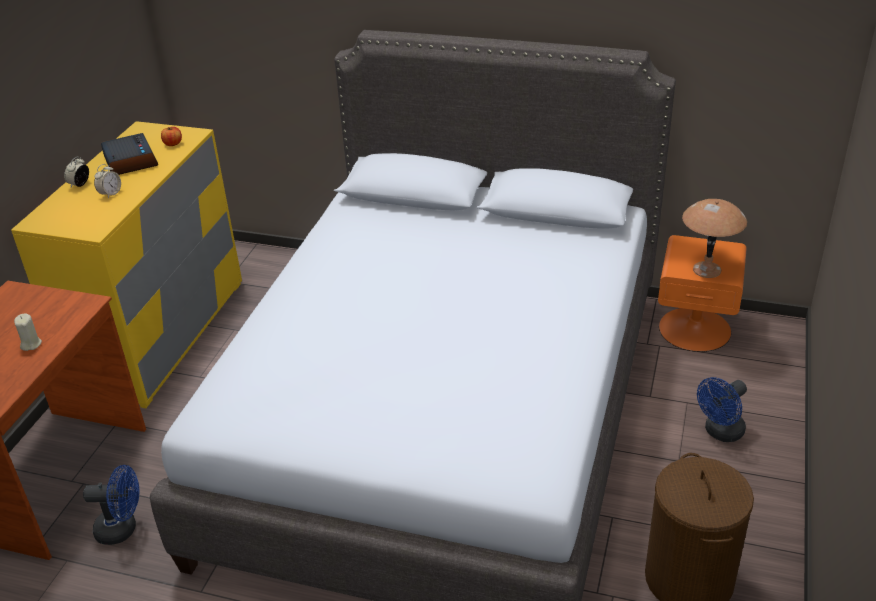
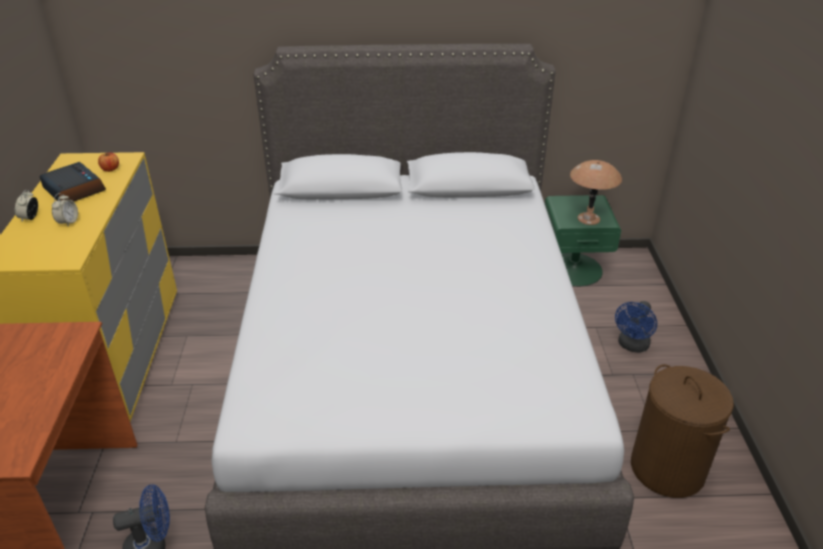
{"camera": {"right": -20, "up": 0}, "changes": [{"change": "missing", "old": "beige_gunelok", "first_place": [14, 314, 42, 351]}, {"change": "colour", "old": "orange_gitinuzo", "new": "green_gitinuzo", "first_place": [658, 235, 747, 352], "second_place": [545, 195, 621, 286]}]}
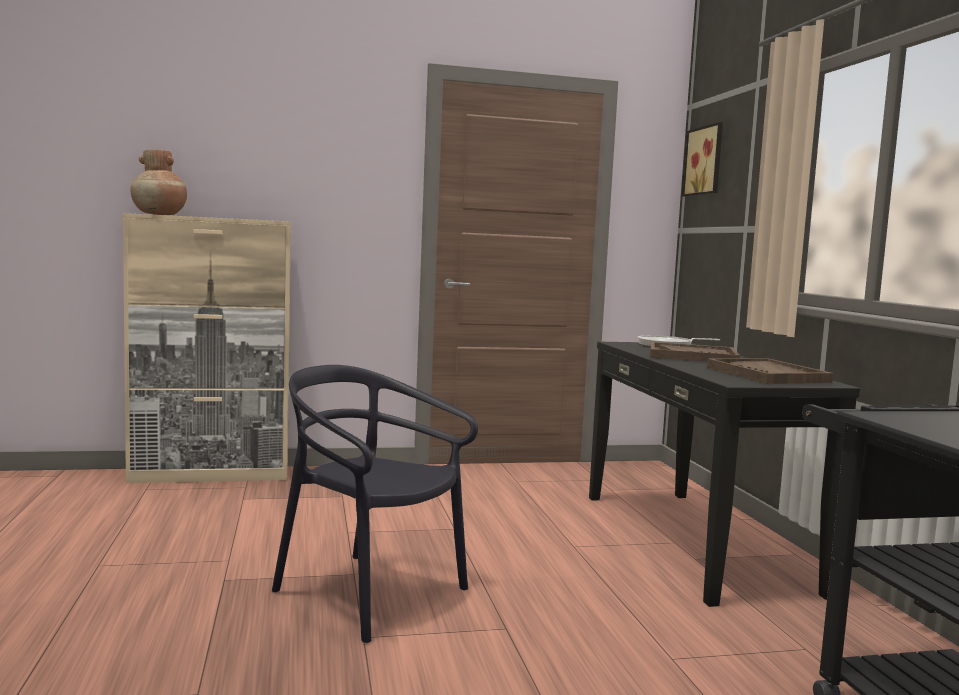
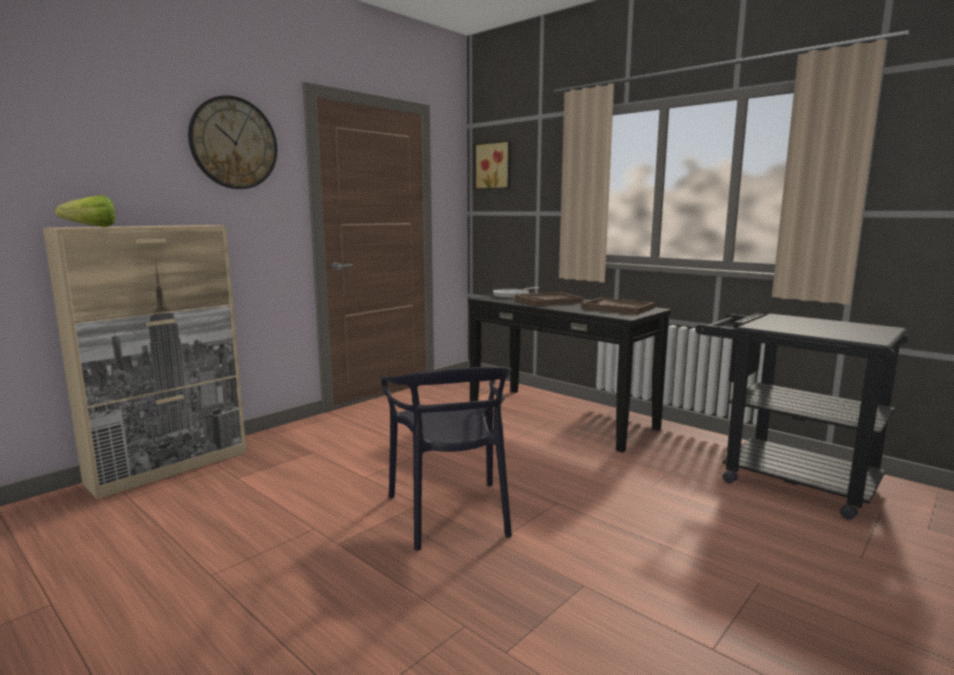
{"camera": {"right": -35, "up": 5}, "changes": [{"change": "appeared", "new": "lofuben", "second_place": [188, 95, 277, 189]}, {"change": "exchanged", "old": "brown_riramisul", "new": "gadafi", "first_place": [130, 149, 187, 215], "second_place": [55, 196, 115, 227]}, {"change": "spun", "old": "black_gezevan", "first_place": [272, 365, 478, 643], "second_place": [381, 367, 512, 551], "degrees": -105}]}
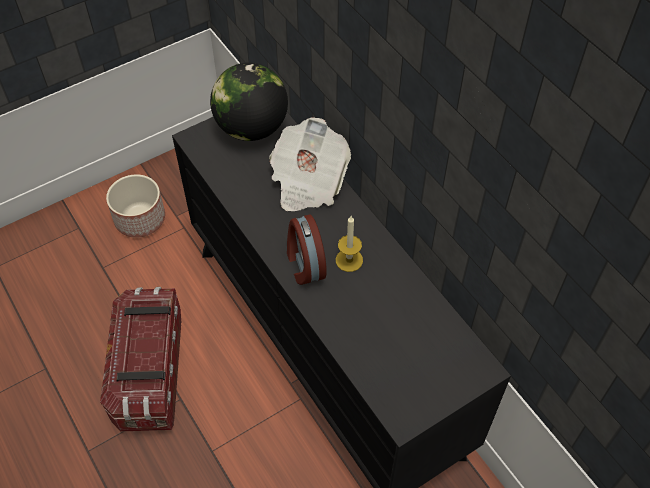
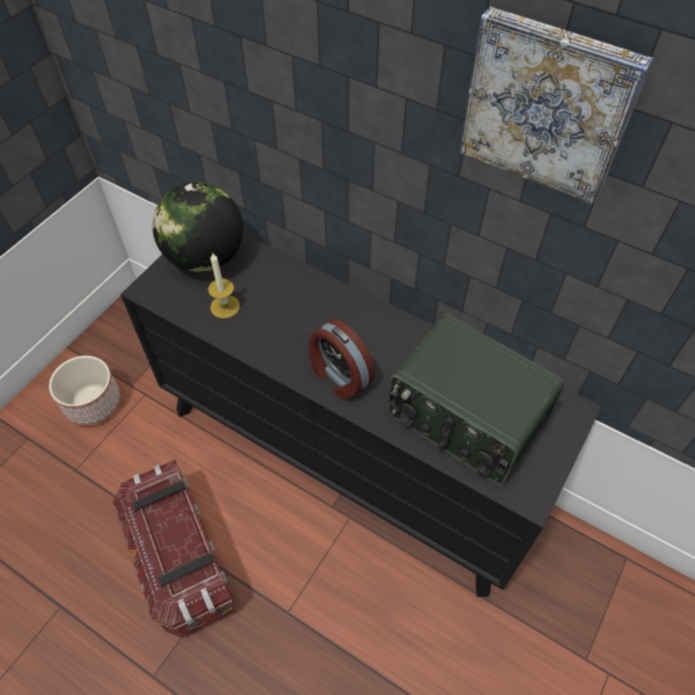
{"camera": {"right": -25, "up": 0}, "changes": [{"change": "missing", "old": "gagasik", "first_place": [269, 117, 351, 211]}, {"change": "appeared", "new": "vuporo", "second_place": [388, 314, 564, 485]}, {"change": "appeared", "new": "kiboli", "second_place": [459, 6, 653, 205]}, {"change": "relocated", "old": "gunelok", "first_place": [336, 216, 363, 272], "second_place": [208, 252, 240, 319]}]}
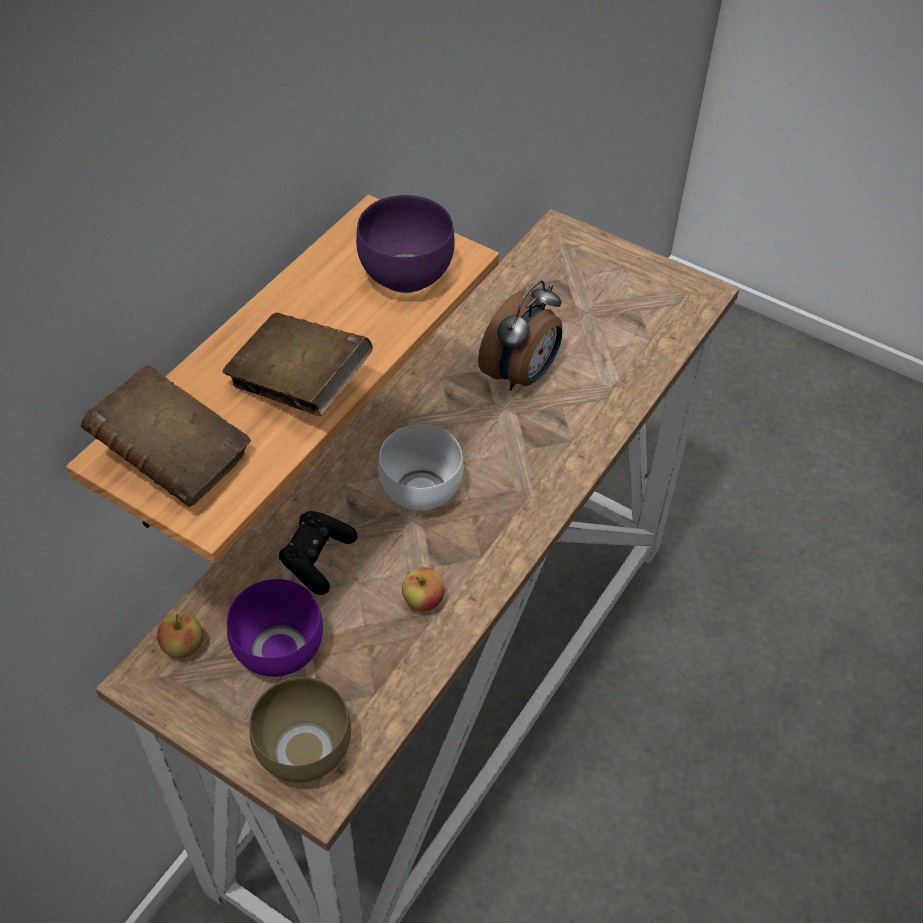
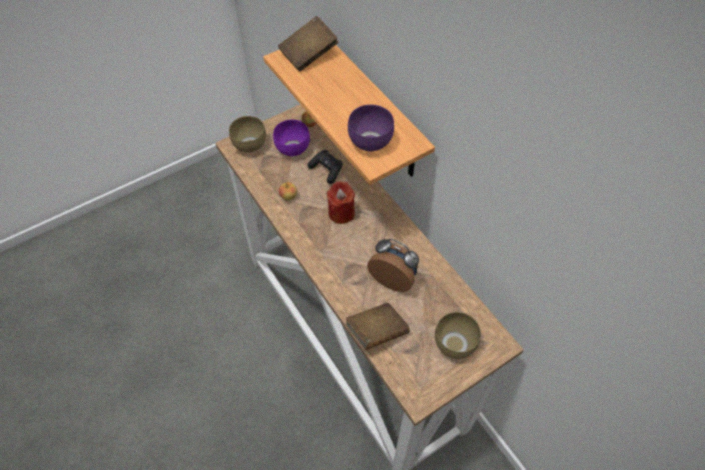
{"camera": {"right": 115, "up": 5}, "changes": [{"change": "appeared", "new": "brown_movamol", "second_place": [435, 312, 481, 359]}, {"change": "relocated", "old": "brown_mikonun", "first_place": [222, 312, 373, 416], "second_place": [345, 303, 410, 350]}, {"change": "exchanged", "old": "white_movamol", "new": "red_gunelok", "first_place": [378, 424, 464, 510], "second_place": [327, 181, 355, 224]}, {"change": "spun", "old": "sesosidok", "first_place": [478, 280, 562, 391], "second_place": [367, 239, 419, 292], "degrees": 150}]}
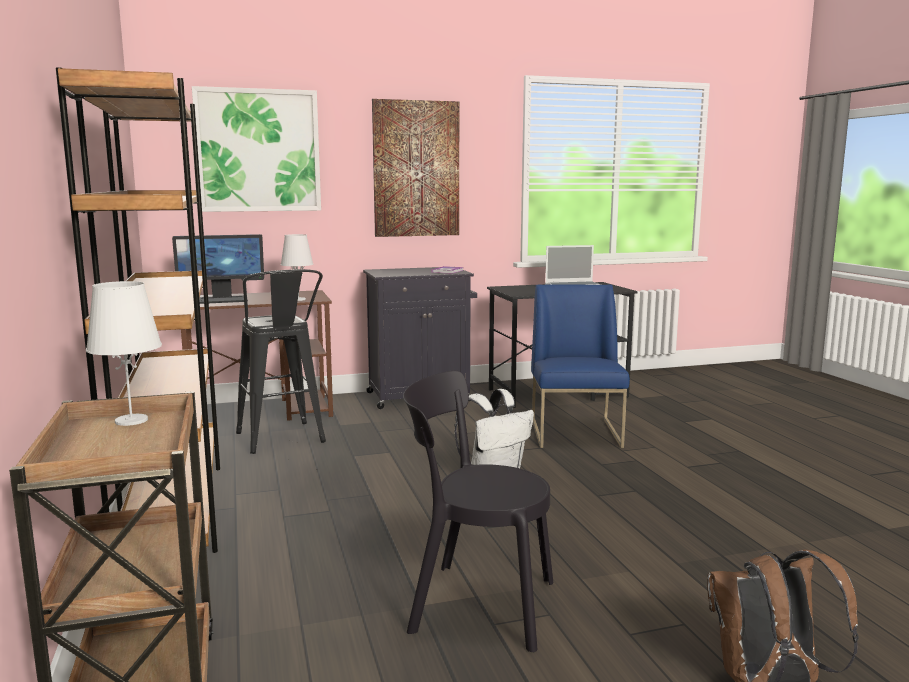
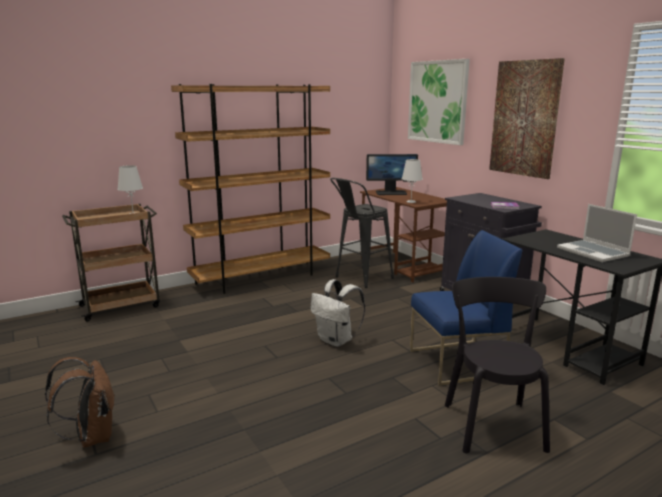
{"camera": {"right": 75, "up": 5}, "changes": [{"change": "relocated", "old": "black_gezevan", "first_place": [403, 371, 553, 652], "second_place": [445, 277, 550, 454]}, {"change": "spun", "old": "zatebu", "first_place": [172, 234, 264, 304], "second_place": [366, 154, 418, 195], "degrees": -60}]}
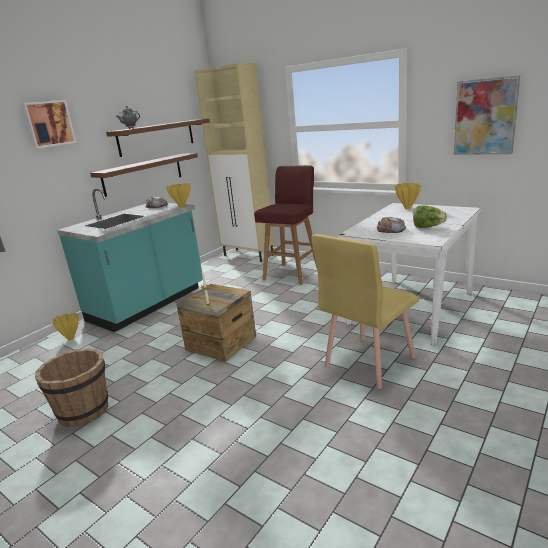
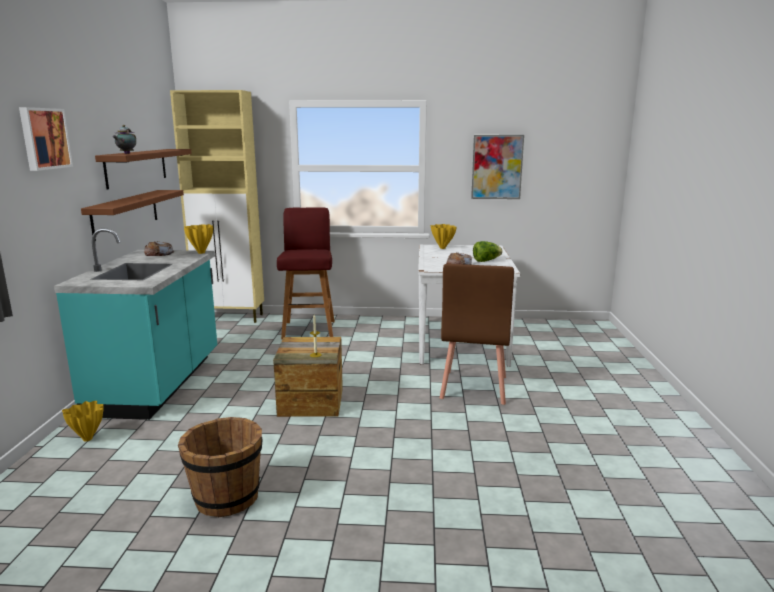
{"camera": {"right": -35, "up": -5}, "changes": [{"change": "colour", "old": "yellow_gezevan", "new": "brown_gezevan", "first_place": [312, 234, 419, 389], "second_place": [440, 264, 514, 405]}]}
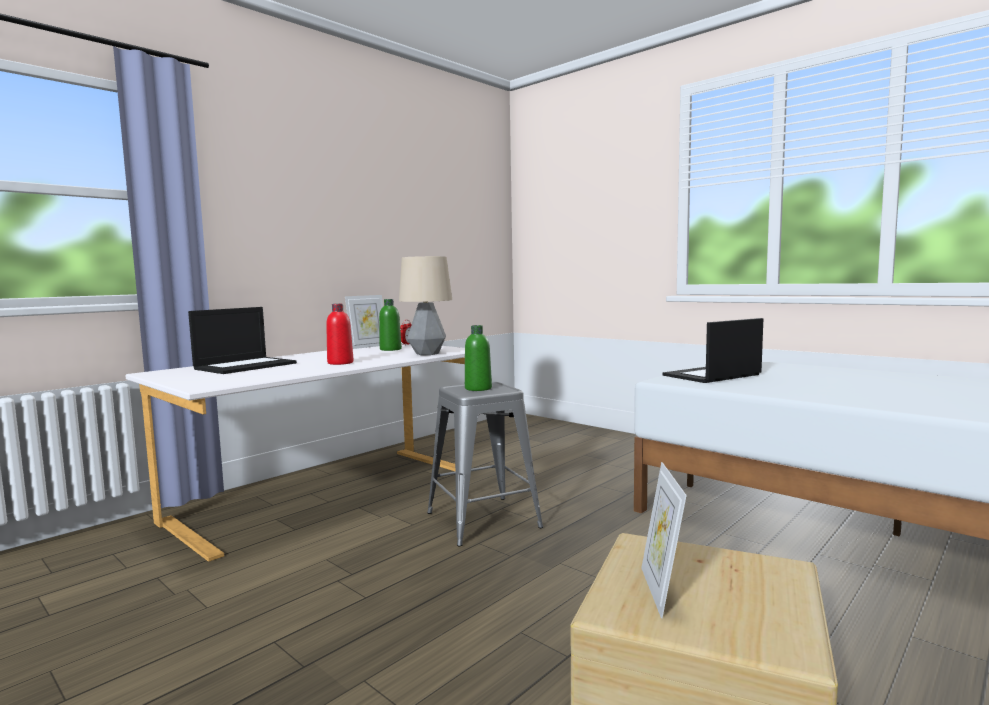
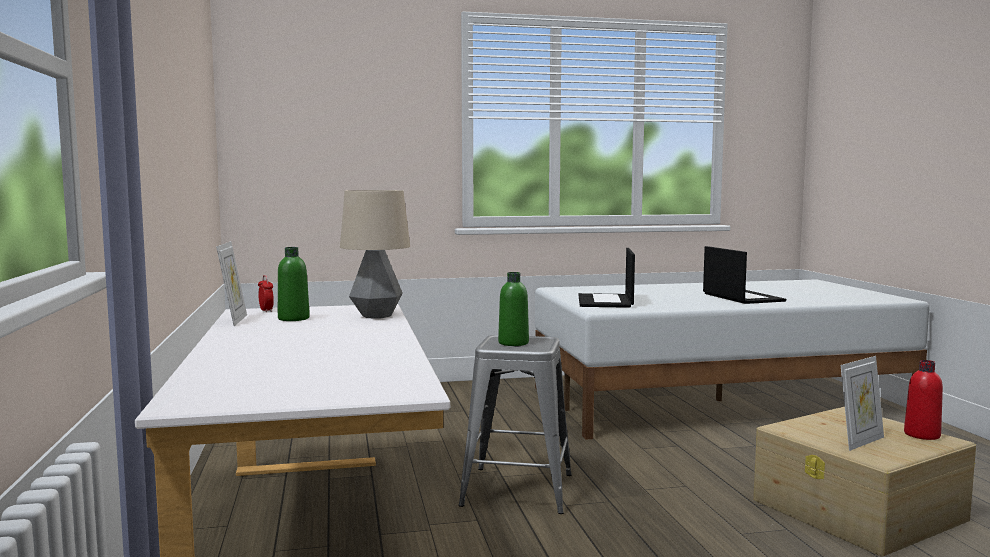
{"camera": {"right": -55, "up": 0}, "changes": [{"change": "relocated", "old": "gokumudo", "first_place": [188, 307, 297, 374], "second_place": [703, 246, 786, 304]}, {"change": "relocated", "old": "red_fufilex", "first_place": [326, 304, 353, 365], "second_place": [904, 360, 943, 440]}, {"change": "spun", "old": "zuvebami", "first_place": [641, 462, 687, 618], "second_place": [841, 356, 884, 451], "degrees": -75}]}
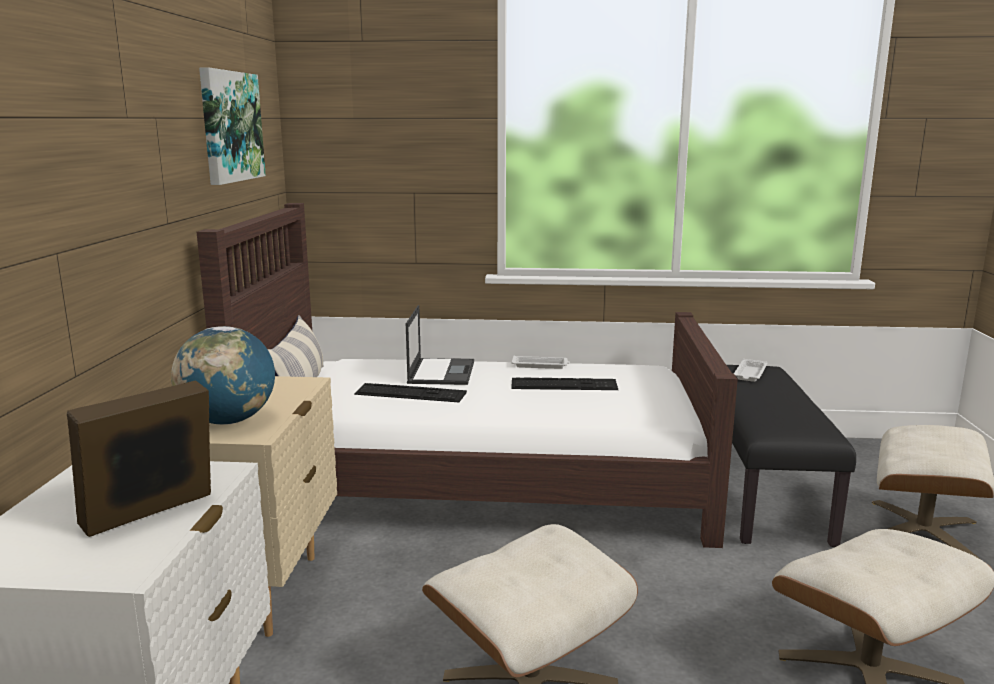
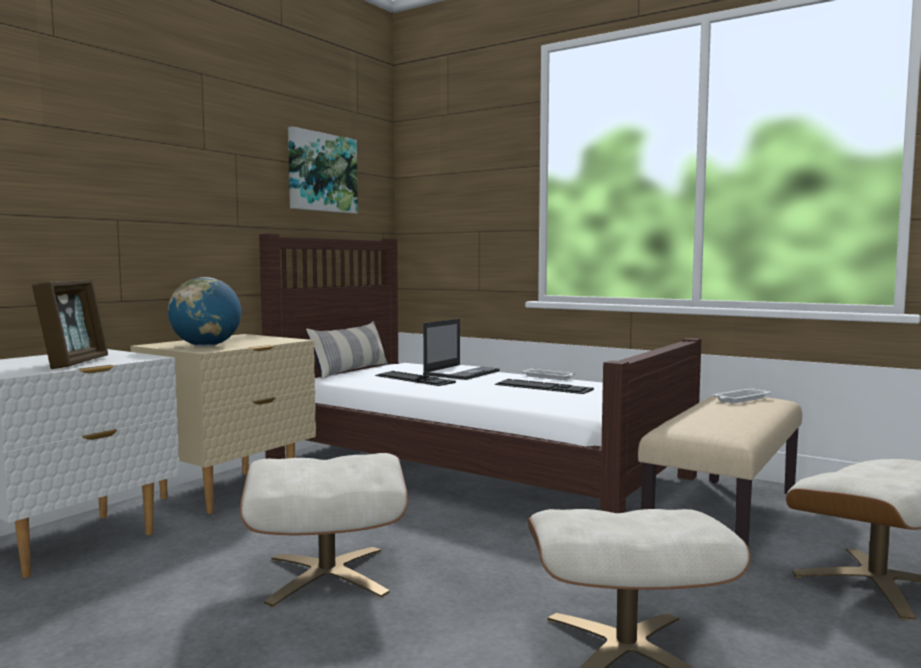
{"camera": {"right": 30, "up": -10}, "changes": [{"change": "colour", "old": "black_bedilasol", "new": "beige_bedilasol", "first_place": [727, 365, 856, 547], "second_place": [638, 396, 802, 548]}, {"change": "spun", "old": "zuvebami", "first_place": [67, 381, 211, 537], "second_place": [32, 279, 108, 369], "degrees": 105}]}
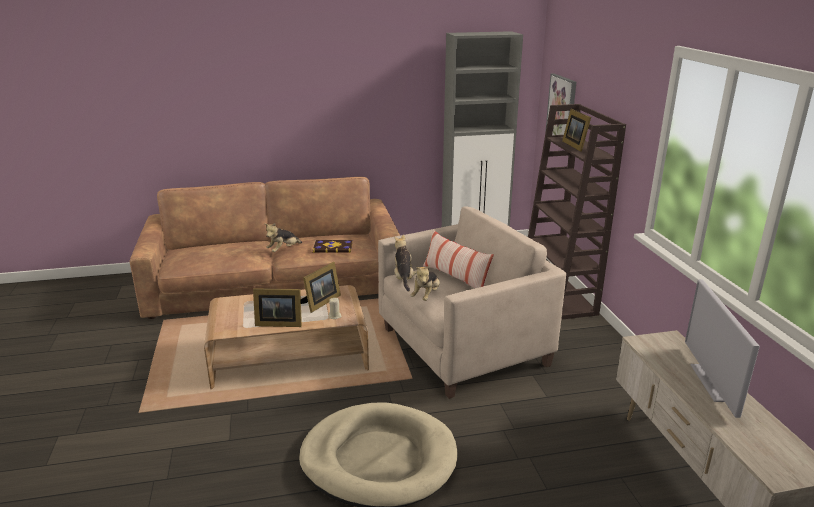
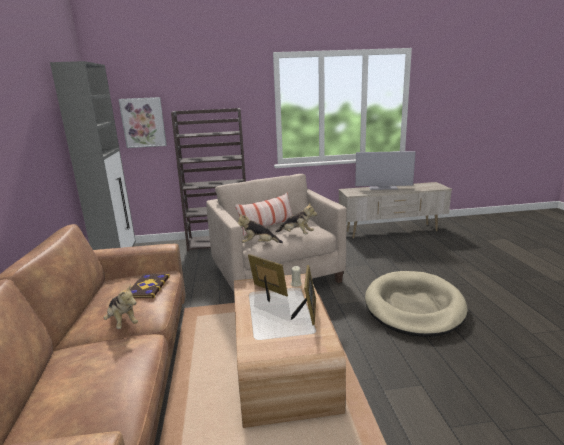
{"camera": {"right": -85, "up": -5}, "changes": [{"change": "missing", "old": "zuvebami", "first_place": [562, 109, 591, 152]}]}
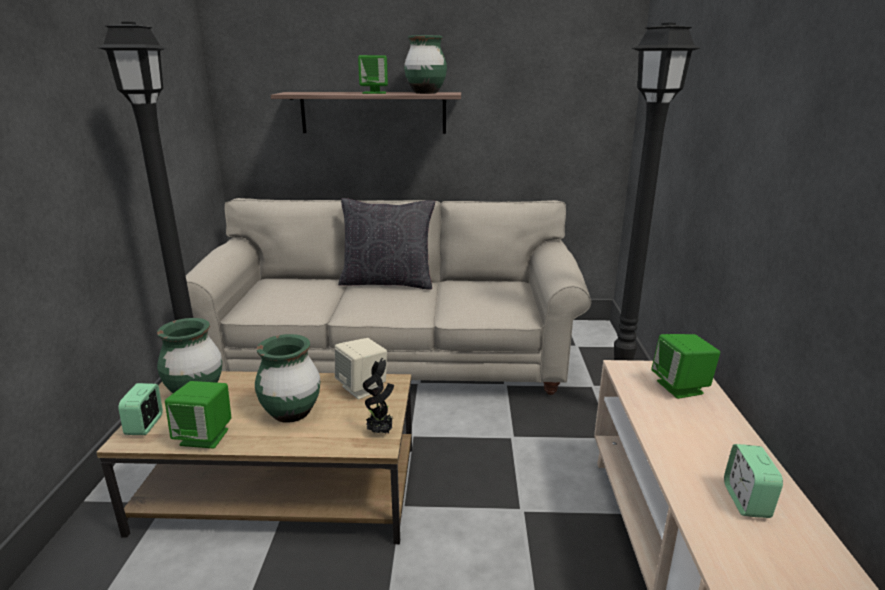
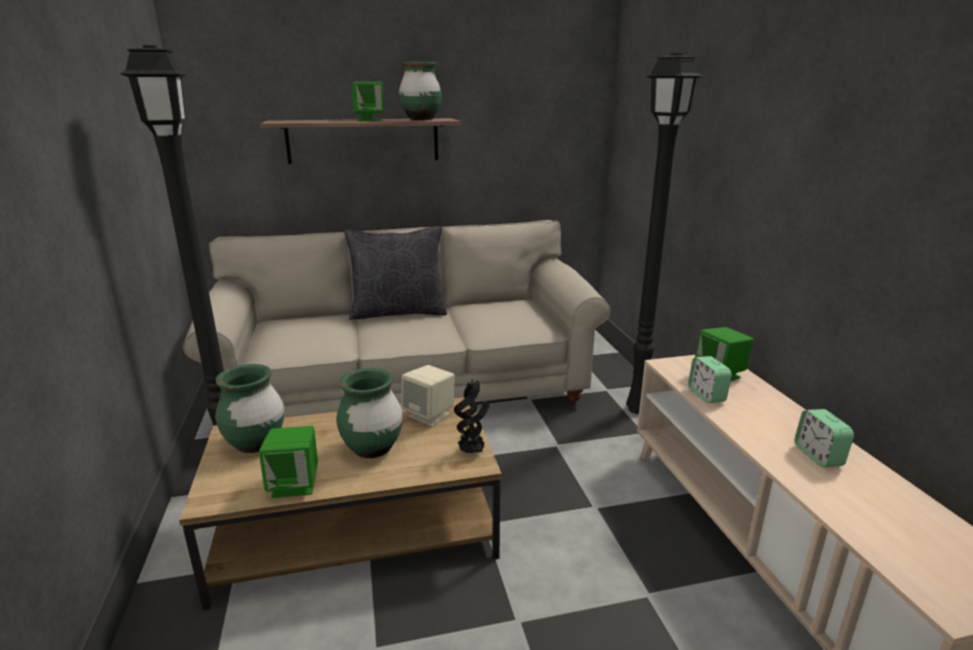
{"camera": {"right": -15, "up": 0}, "changes": [{"change": "relocated", "old": "sesosidok", "first_place": [118, 383, 163, 435], "second_place": [688, 356, 732, 403]}]}
